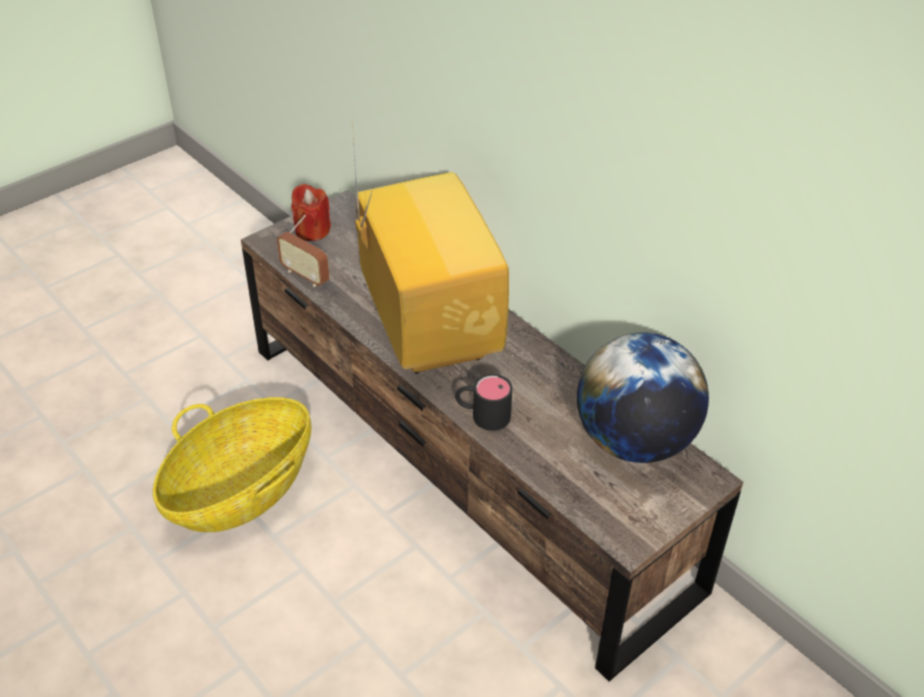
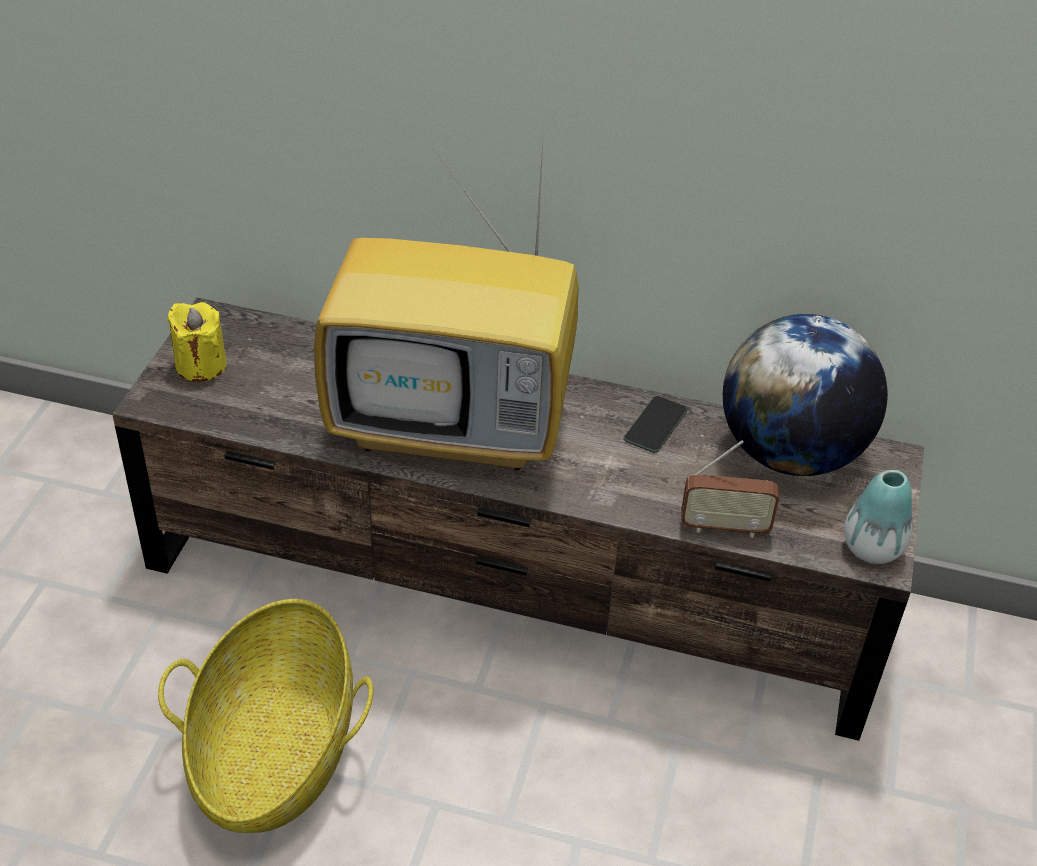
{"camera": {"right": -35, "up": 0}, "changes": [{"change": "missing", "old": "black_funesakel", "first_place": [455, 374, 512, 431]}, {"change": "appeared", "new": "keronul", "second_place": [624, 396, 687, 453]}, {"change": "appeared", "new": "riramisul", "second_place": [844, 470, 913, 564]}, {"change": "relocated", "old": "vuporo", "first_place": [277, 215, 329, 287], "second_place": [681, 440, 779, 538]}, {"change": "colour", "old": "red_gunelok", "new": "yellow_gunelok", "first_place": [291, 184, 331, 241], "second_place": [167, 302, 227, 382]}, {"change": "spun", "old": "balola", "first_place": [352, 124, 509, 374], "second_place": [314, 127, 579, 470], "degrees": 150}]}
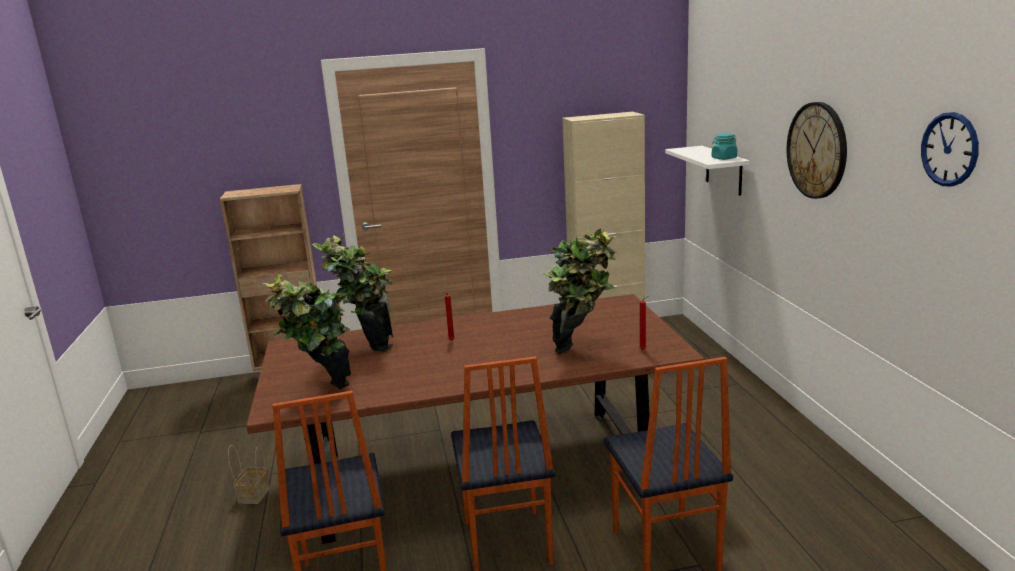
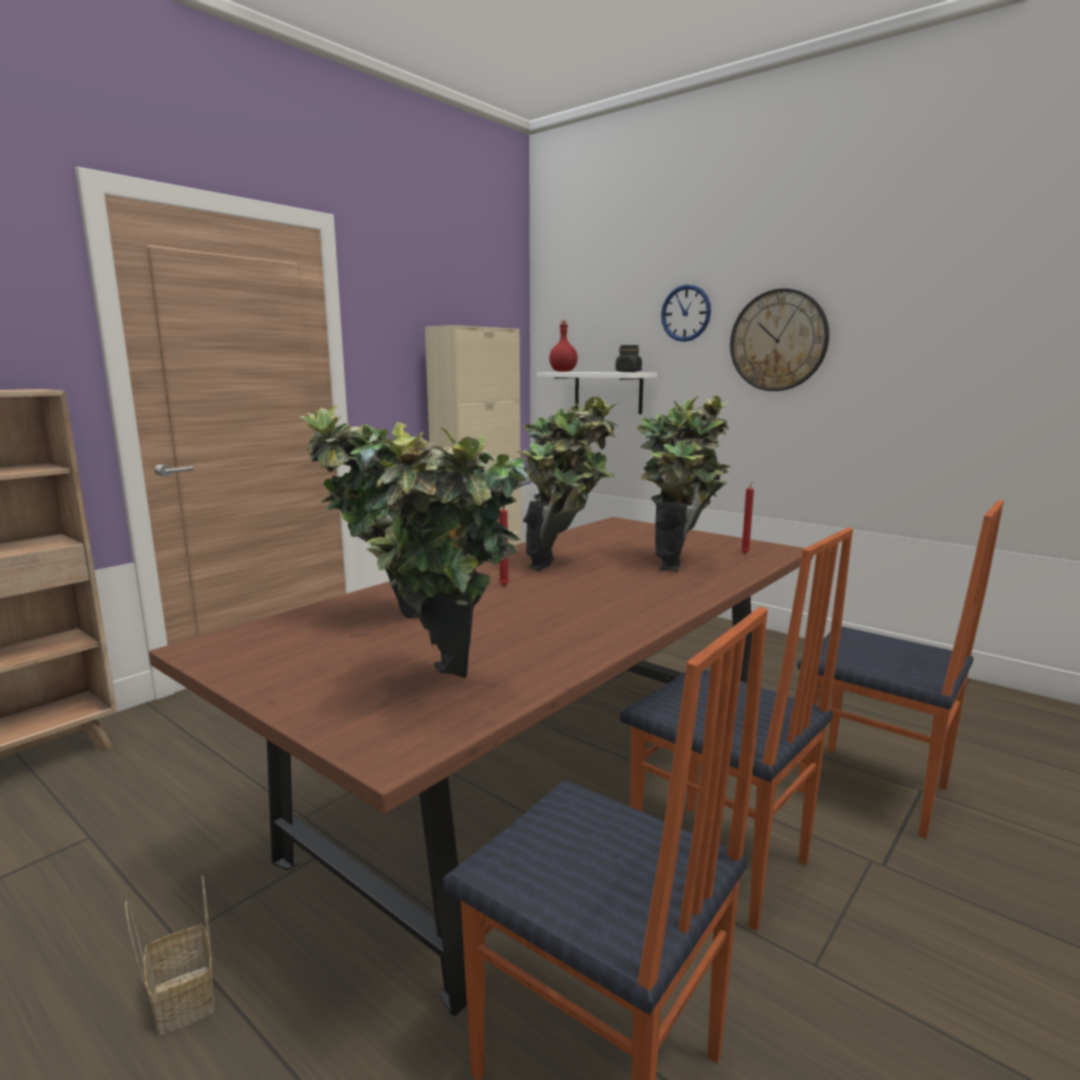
{"camera": {"right": -40, "up": -5}, "changes": [{"change": "appeared", "new": "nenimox", "second_place": [516, 397, 618, 571]}, {"change": "appeared", "new": "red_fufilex", "second_place": [549, 320, 578, 372]}, {"change": "relocated", "old": "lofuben", "first_place": [921, 112, 979, 187], "second_place": [661, 284, 711, 342]}, {"change": "colour", "old": "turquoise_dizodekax", "new": "black_dizodekax", "first_place": [712, 134, 737, 160], "second_place": [615, 345, 642, 372]}]}
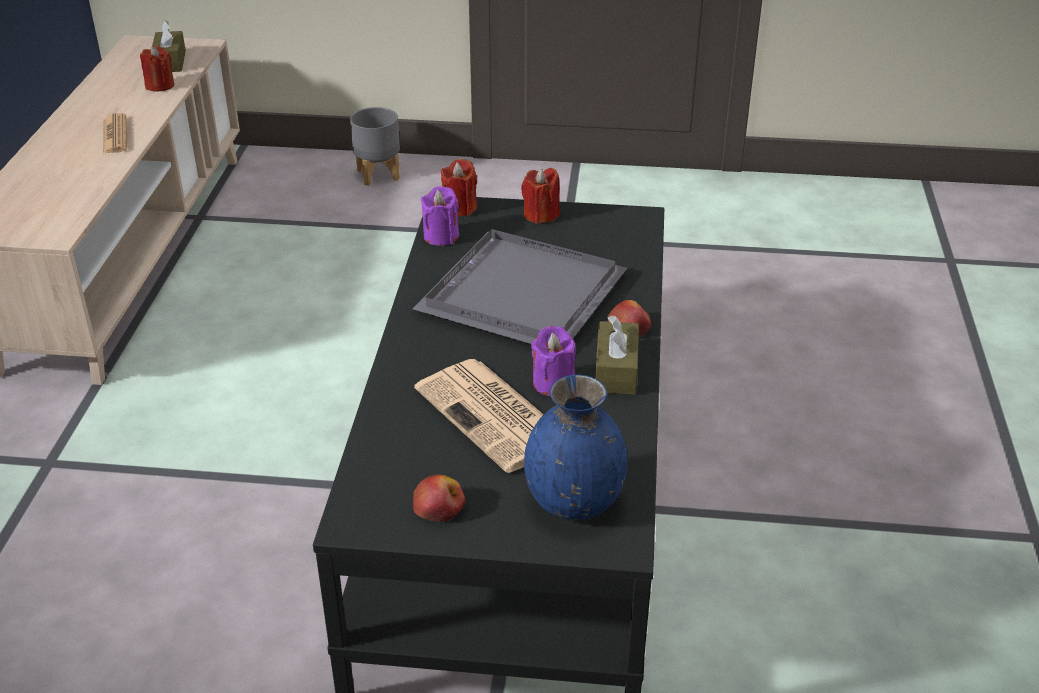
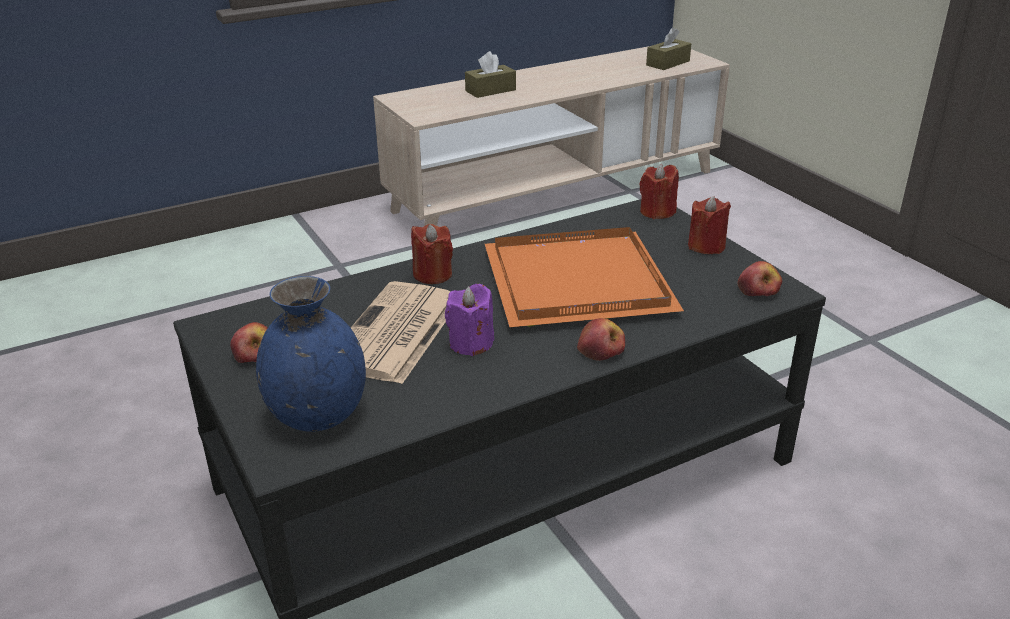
{"camera": {"right": 55, "up": -5}, "changes": [{"change": "missing", "old": "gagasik", "first_place": [103, 113, 127, 154]}, {"change": "missing", "old": "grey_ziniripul", "first_place": [350, 107, 400, 186]}, {"change": "missing", "old": "purple_gunelok", "first_place": [421, 186, 459, 246]}, {"change": "appeared", "new": "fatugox", "second_place": [737, 261, 782, 296]}, {"change": "relocated", "old": "red_gunelok", "first_place": [140, 46, 174, 92], "second_place": [411, 224, 453, 284]}, {"change": "relocated", "old": "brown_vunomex", "first_place": [595, 316, 639, 395], "second_place": [465, 51, 516, 98]}, {"change": "colour", "old": "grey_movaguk", "new": "orange_movaguk", "first_place": [413, 229, 627, 344], "second_place": [485, 227, 684, 327]}]}
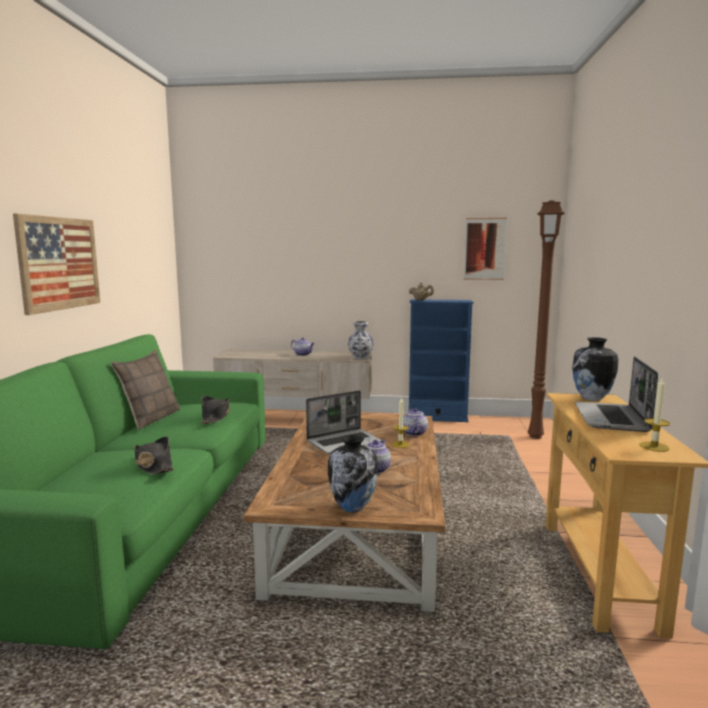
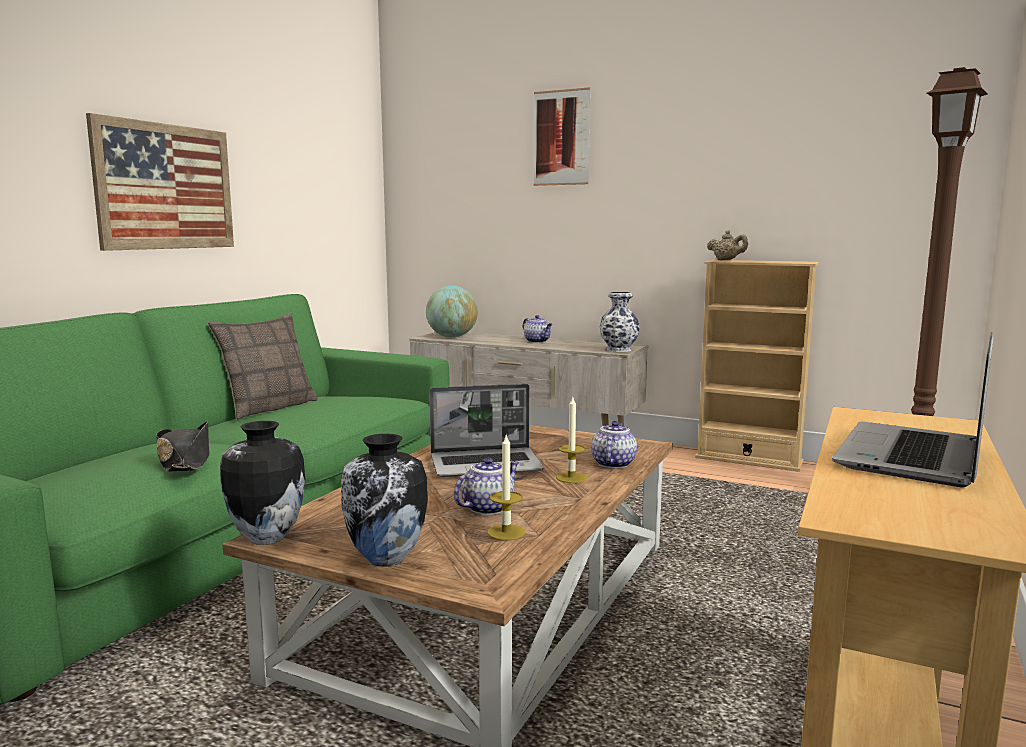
{"camera": {"right": 20, "up": 0}, "changes": [{"change": "missing", "old": "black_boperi", "first_place": [200, 396, 230, 424]}, {"change": "appeared", "new": "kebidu", "second_place": [426, 286, 478, 337]}, {"change": "relocated", "old": "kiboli", "first_place": [464, 218, 507, 280], "second_place": [533, 87, 591, 186]}, {"change": "relocated", "old": "riramisul", "first_place": [572, 337, 618, 401], "second_place": [220, 421, 305, 545]}, {"change": "relocated", "old": "gunelok", "first_place": [639, 378, 670, 452], "second_place": [488, 433, 525, 540]}, {"change": "colour", "old": "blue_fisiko", "new": "beige_fisiko", "first_place": [409, 299, 474, 422], "second_place": [695, 260, 818, 472]}]}
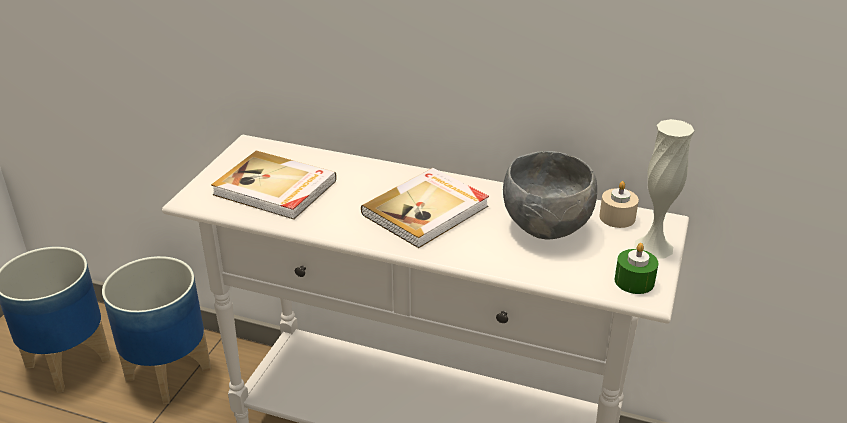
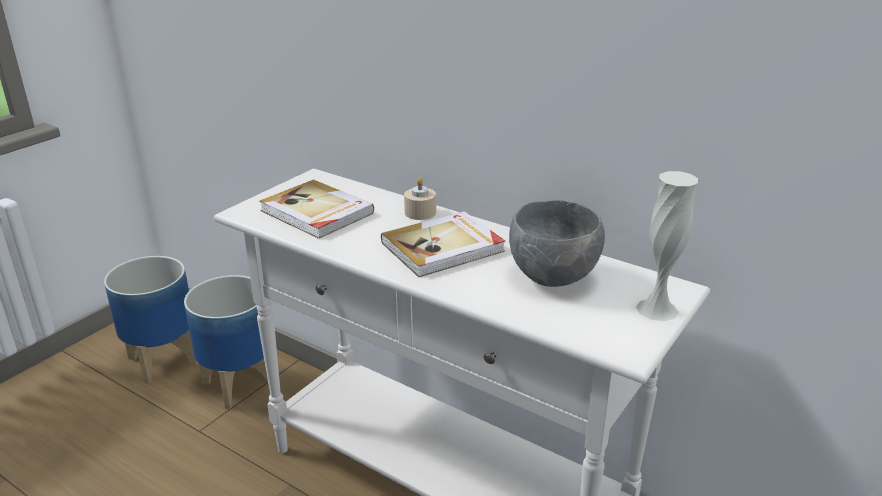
{"camera": {"right": 15, "up": -5}, "changes": [{"change": "missing", "old": "green_gunelok", "first_place": [615, 243, 658, 294]}, {"change": "relocated", "old": "beige_gunelok", "first_place": [599, 181, 639, 228], "second_place": [404, 178, 436, 220]}]}
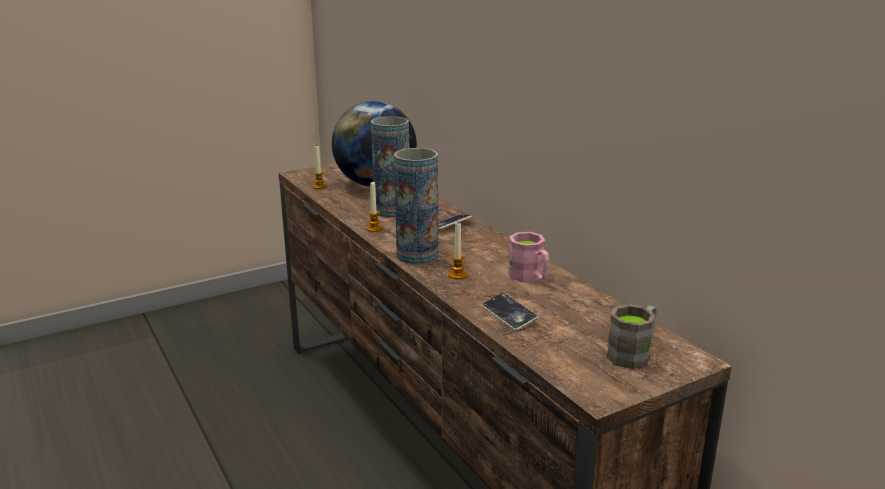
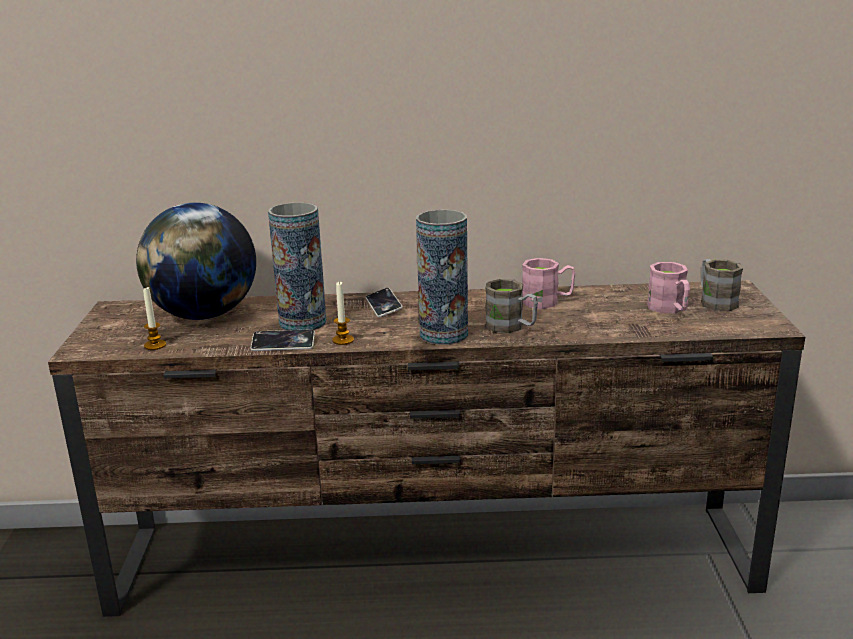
{"camera": {"right": -60, "up": 0}, "changes": [{"change": "appeared", "new": "pink_funesakel", "second_place": [647, 262, 690, 313]}, {"change": "relocated", "old": "keronul", "first_place": [482, 293, 538, 331], "second_place": [251, 329, 315, 351]}, {"change": "exchanged", "old": "gunelok", "new": "brown_funesakel", "first_place": [448, 223, 467, 279], "second_place": [485, 279, 538, 333]}]}
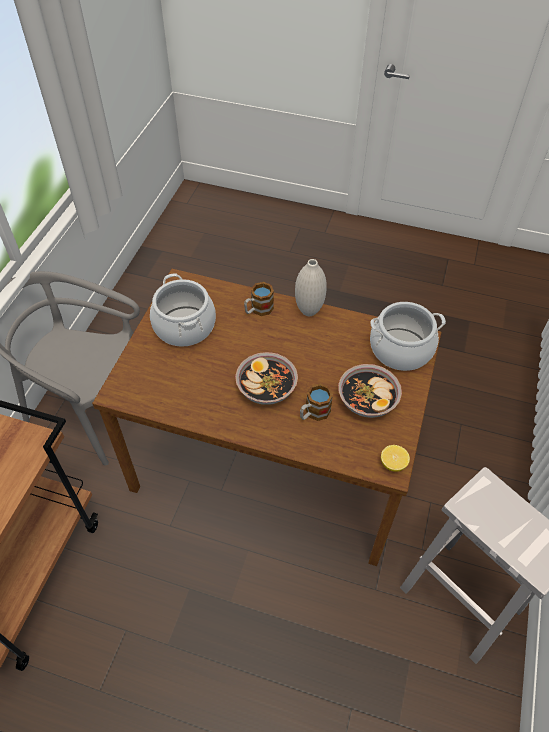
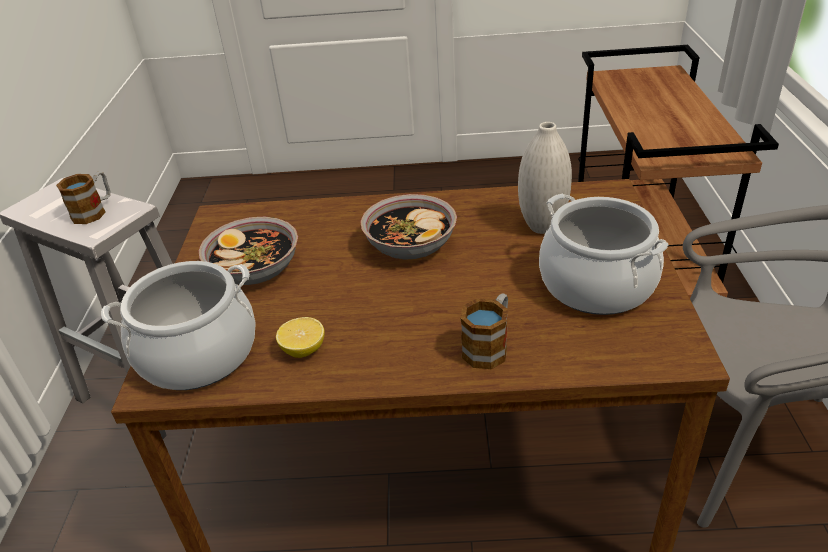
{"camera": {"right": 165, "up": -15}, "changes": [{"change": "relocated", "old": "white_riramisul", "first_place": [295, 259, 327, 316], "second_place": [518, 122, 572, 234]}, {"change": "relocated", "old": "funesakel", "first_place": [300, 383, 333, 421], "second_place": [56, 172, 110, 224]}, {"change": "relocated", "old": "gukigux", "first_place": [381, 445, 410, 472], "second_place": [276, 317, 325, 358]}]}
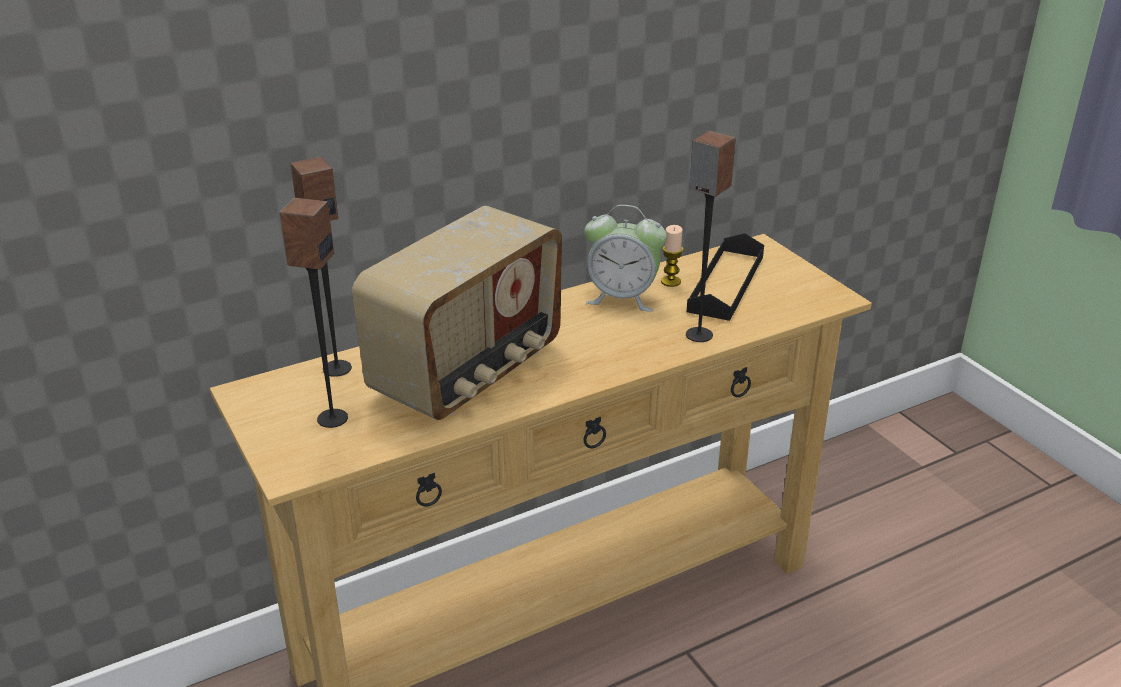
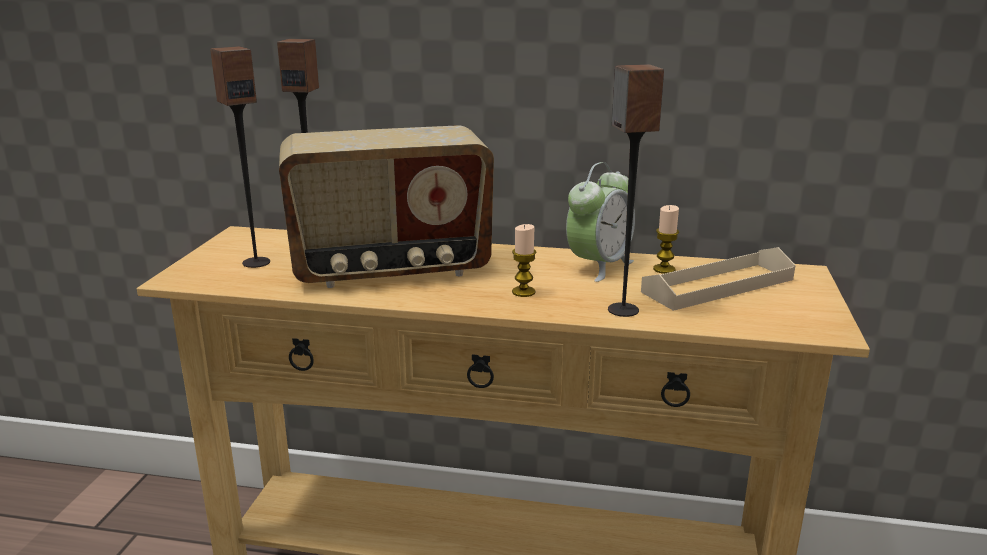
{"camera": {"right": 40, "up": -10}, "changes": [{"change": "appeared", "new": "gunelok", "second_place": [512, 224, 536, 297]}, {"change": "colour", "old": "black_movaguk", "new": "beige_movaguk", "first_place": [687, 233, 764, 321], "second_place": [641, 247, 796, 311]}, {"change": "spun", "old": "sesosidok", "first_place": [585, 205, 667, 312], "second_place": [566, 162, 635, 282], "degrees": -105}]}
